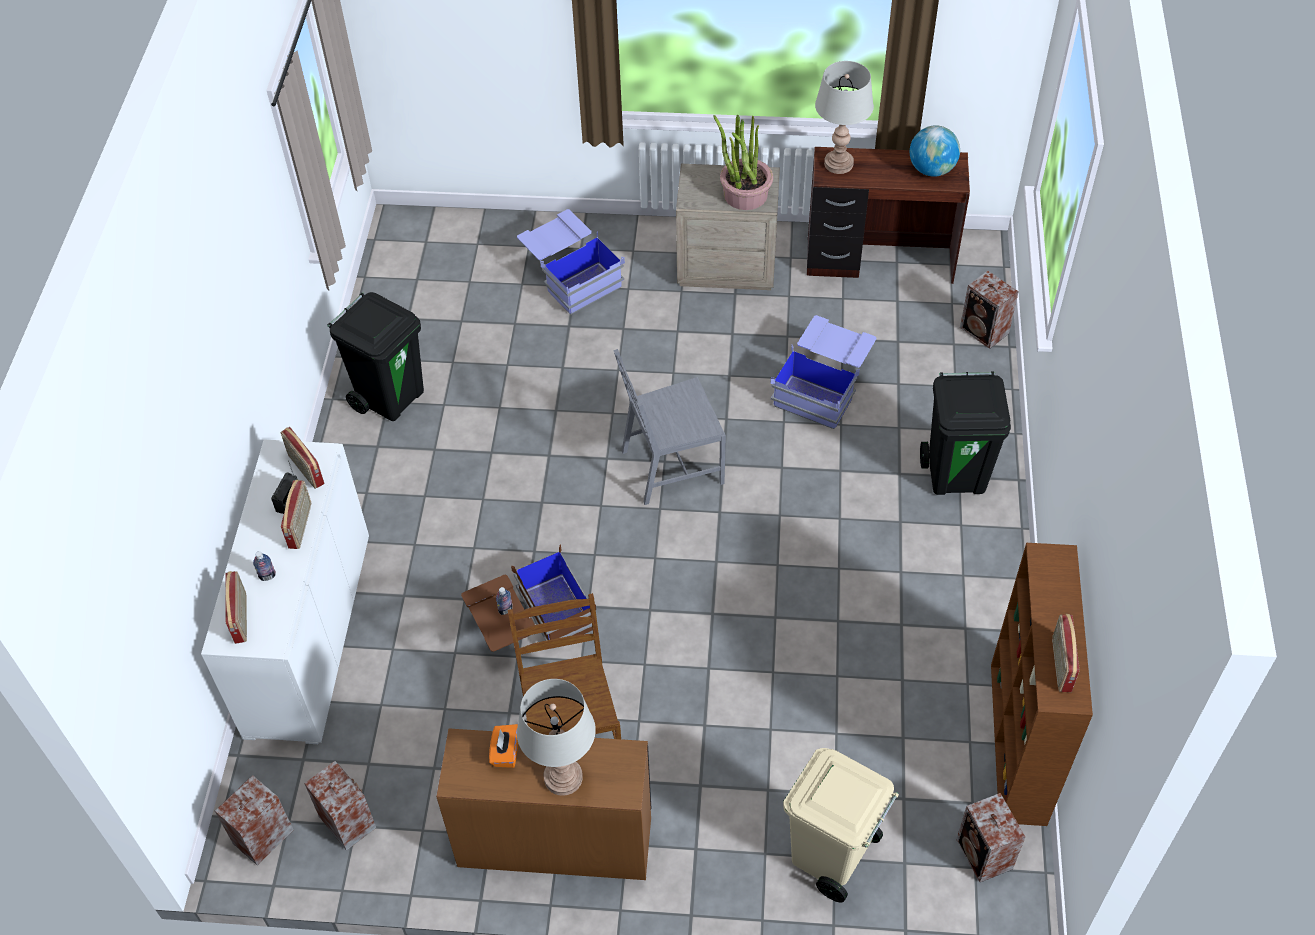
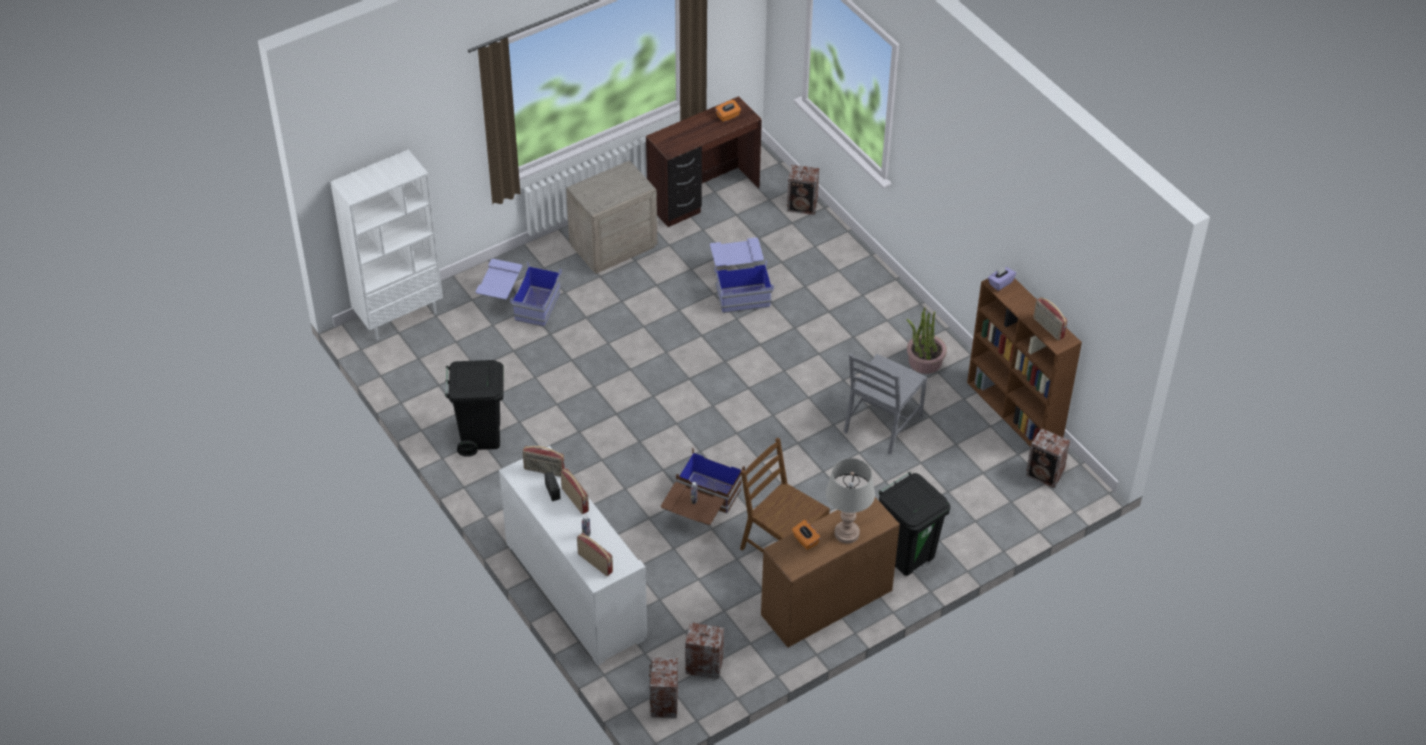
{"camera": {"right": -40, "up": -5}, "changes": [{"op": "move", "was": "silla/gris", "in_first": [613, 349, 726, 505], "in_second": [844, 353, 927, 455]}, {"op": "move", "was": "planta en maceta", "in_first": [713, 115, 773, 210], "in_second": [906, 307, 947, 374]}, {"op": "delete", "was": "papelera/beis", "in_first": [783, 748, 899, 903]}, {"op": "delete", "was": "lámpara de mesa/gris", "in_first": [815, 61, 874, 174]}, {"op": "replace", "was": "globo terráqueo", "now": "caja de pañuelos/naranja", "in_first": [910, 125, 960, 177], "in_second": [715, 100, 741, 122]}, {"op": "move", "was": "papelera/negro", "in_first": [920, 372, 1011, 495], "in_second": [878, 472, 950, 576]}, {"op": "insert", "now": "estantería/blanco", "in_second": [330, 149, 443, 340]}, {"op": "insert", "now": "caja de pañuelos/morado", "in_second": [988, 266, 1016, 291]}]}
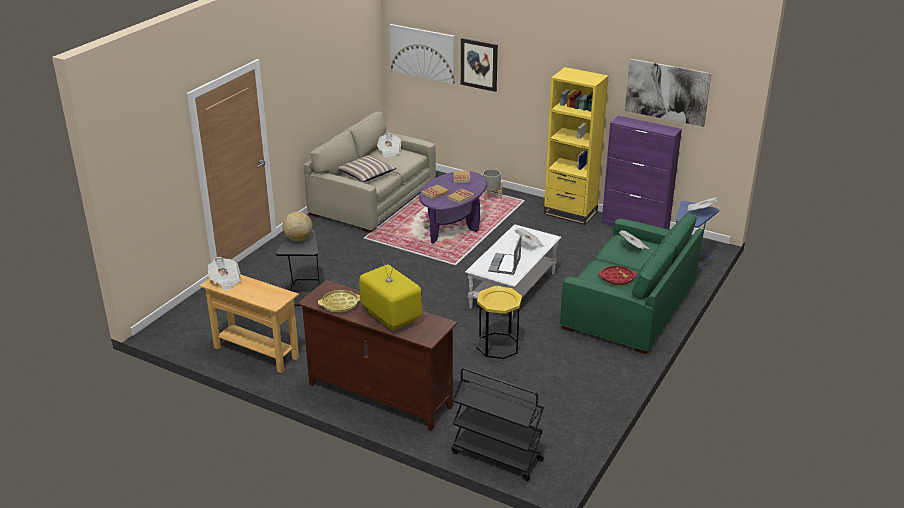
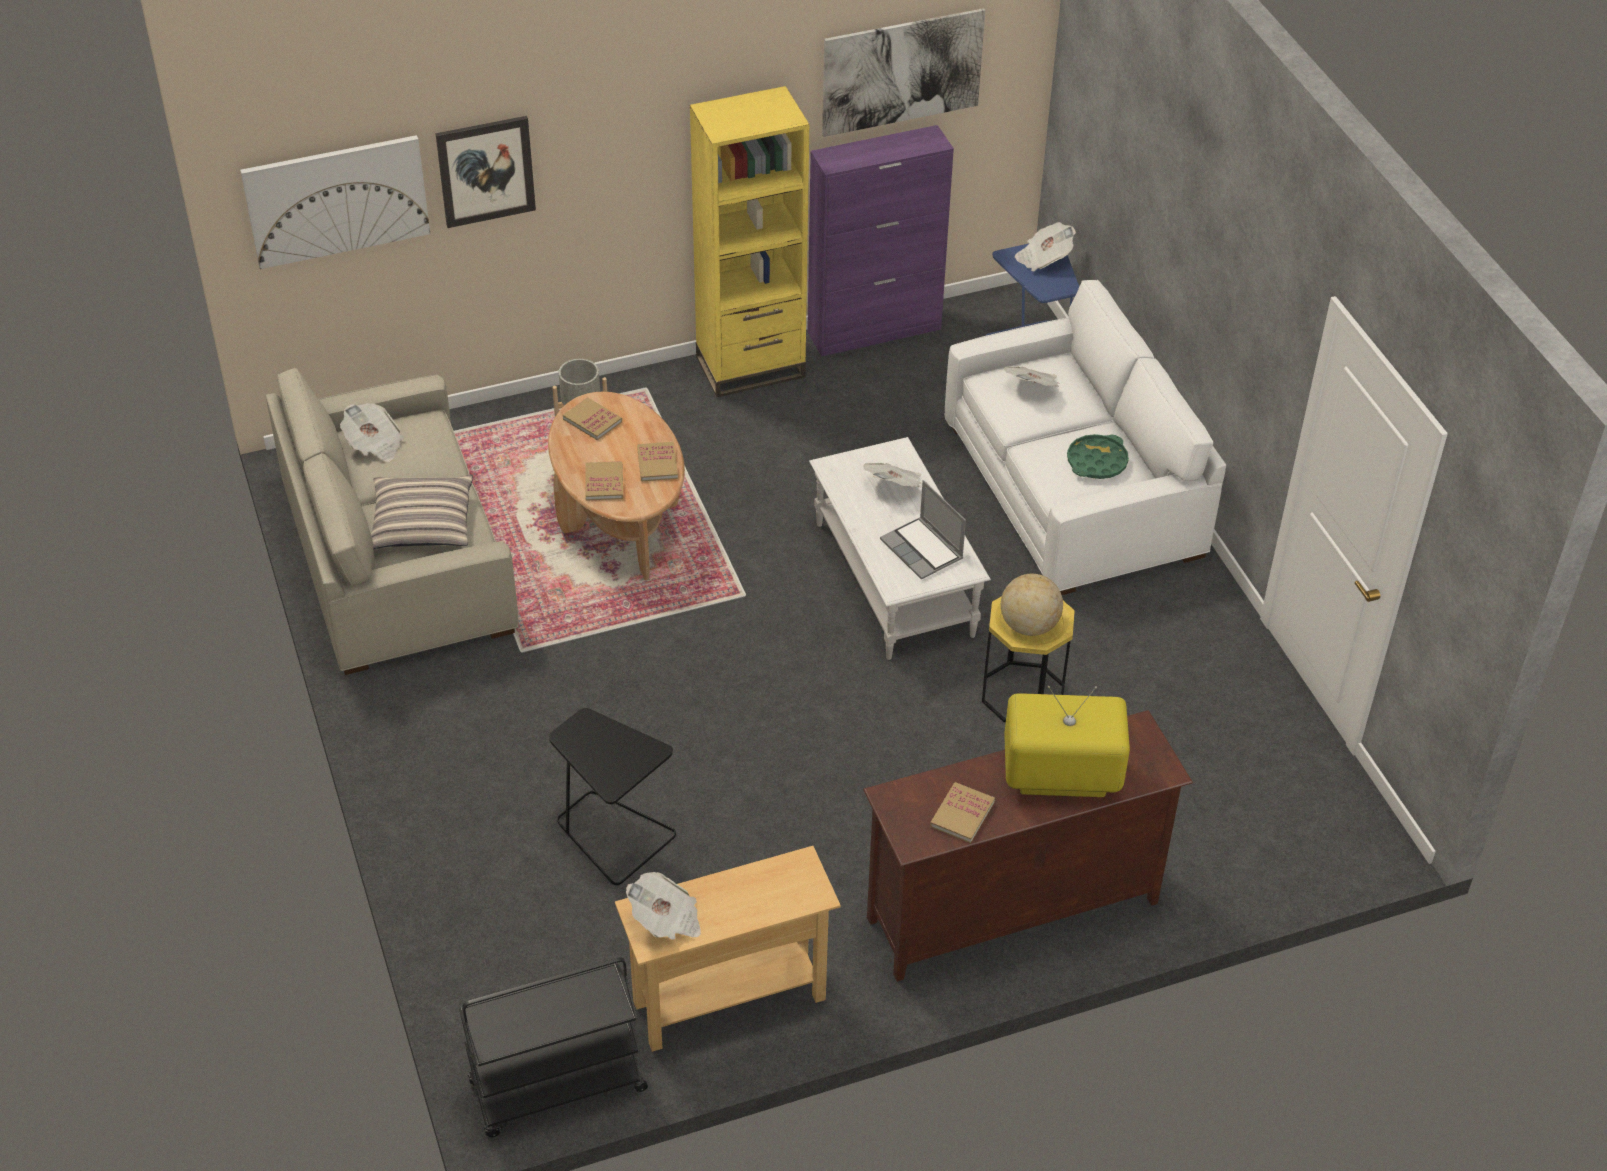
{"camera": {"right": -50, "up": 15}, "changes": [{"op": "move", "was": "globo terráqueo", "in_first": [283, 212, 312, 241], "in_second": [1001, 574, 1063, 636]}, {"op": "replace", "was": "bandeja/amarillo", "now": "libro", "in_first": [318, 290, 360, 312], "in_second": [930, 782, 995, 843]}, {"op": "recolor", "was": "mesa de centro/morado", "now": "mesa de centro/marrón", "in_first": [419, 171, 487, 244], "in_second": [548, 392, 685, 580]}, {"op": "move", "was": "carrito/negro", "in_first": [451, 368, 544, 481], "in_second": [459, 957, 648, 1137]}, {"op": "recolor", "was": "sofá/verde", "now": "sofá/blanco", "in_first": [560, 213, 703, 354], "in_second": [944, 280, 1226, 595]}, {"op": "recolor", "was": "bandeja/rojo", "now": "bandeja/verde", "in_first": [599, 266, 637, 285], "in_second": [1067, 434, 1129, 479]}]}
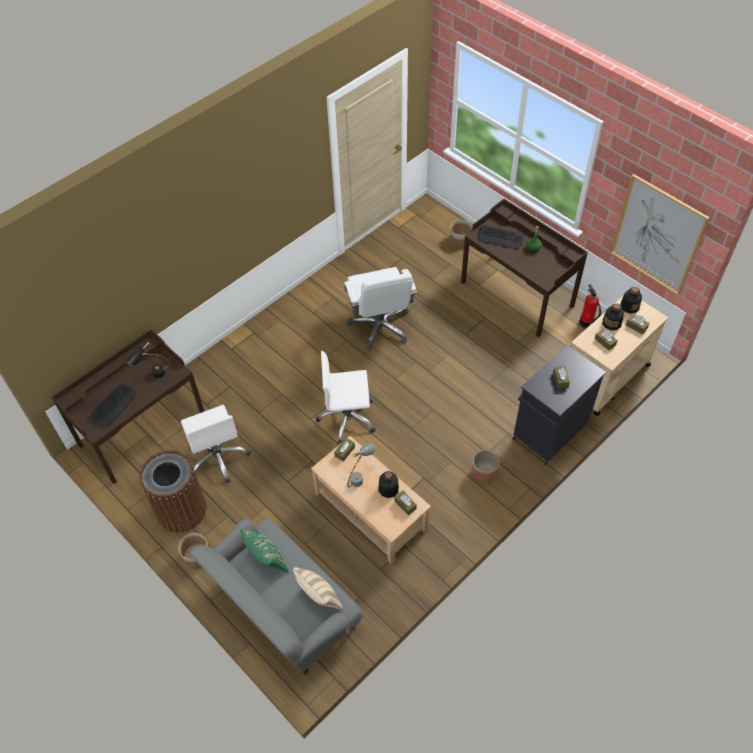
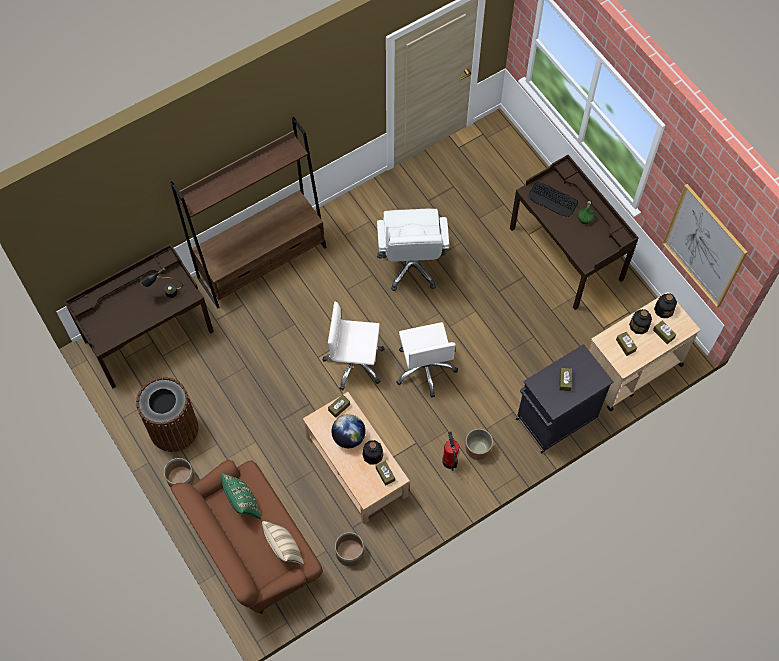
{"camera": {"right": 10, "up": 10}, "changes": [{"op": "delete", "was": "teclado", "in_first": [89, 384, 137, 428]}, {"op": "move", "was": "silla de oficina/blanco", "in_first": [181, 405, 251, 483], "in_second": [396, 322, 458, 398]}, {"op": "recolor", "was": "sofá/gris", "now": "sofá/marrón", "in_first": [190, 518, 363, 675], "in_second": [171, 460, 323, 614]}, {"op": "replace", "was": "lámpara de mesa/gris", "now": "globo terráqueo", "in_first": [347, 443, 375, 487], "in_second": [331, 414, 366, 448]}, {"op": "move", "was": "maceta", "in_first": [450, 220, 472, 248], "in_second": [335, 532, 364, 566]}, {"op": "move", "was": "extintor", "in_first": [579, 284, 601, 328], "in_second": [442, 431, 459, 471]}, {"op": "insert", "now": "estantería/marrón", "in_second": [170, 117, 326, 308]}]}
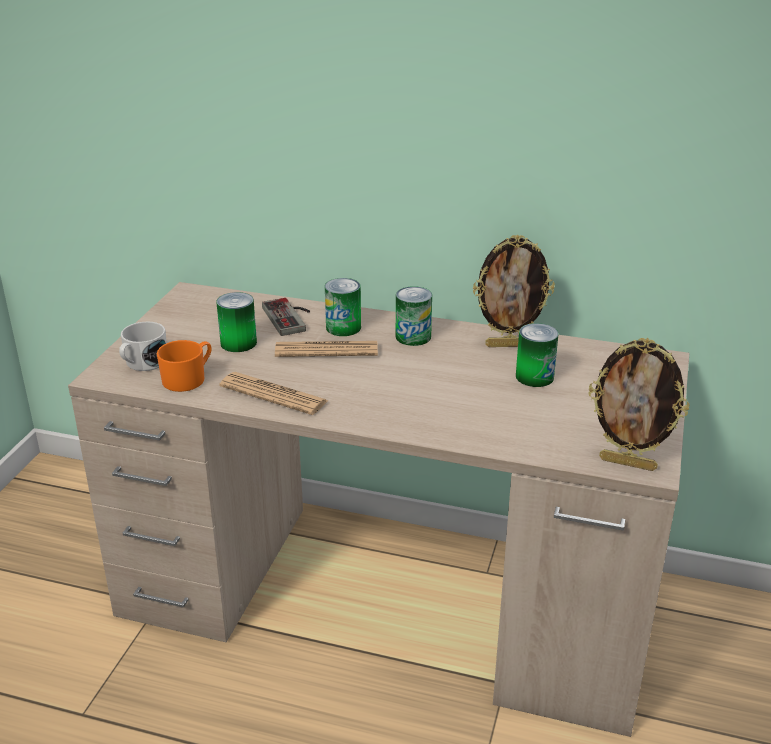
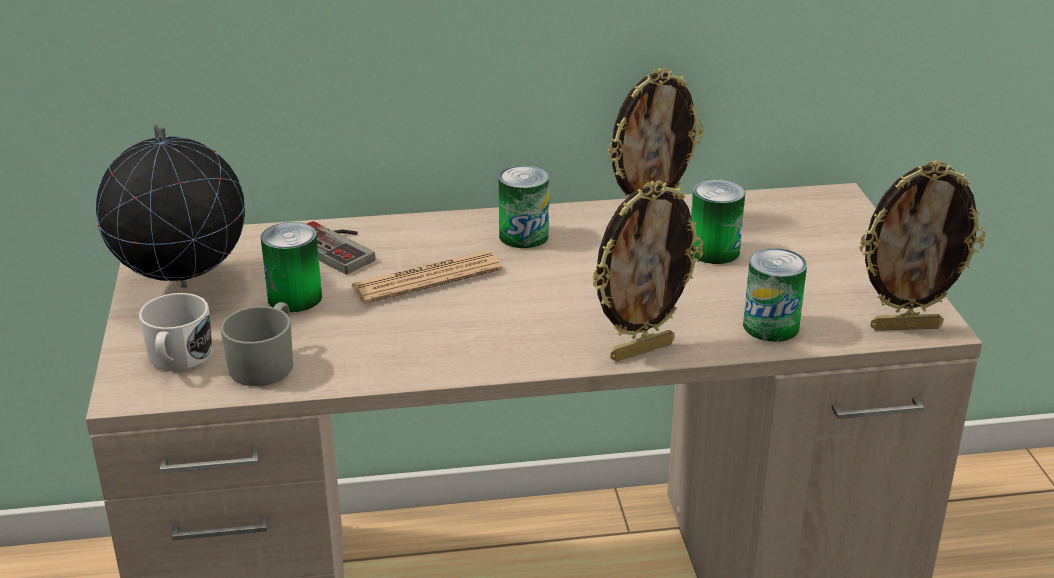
{"camera": {"right": -25, "up": 0}, "changes": [{"op": "recolor", "was": "taza grande/naranja", "now": "taza grande/gris", "in_first": [157, 340, 212, 392], "in_second": [220, 302, 293, 386]}, {"op": "delete", "was": "periódico", "in_first": [219, 372, 329, 415]}, {"op": "move", "was": "lata", "in_first": [325, 278, 361, 336], "in_second": [743, 248, 807, 342]}, {"op": "insert", "now": "globo terráqueo", "in_second": [95, 124, 245, 288]}, {"op": "insert", "now": "portarretratos", "in_second": [592, 180, 703, 362]}]}
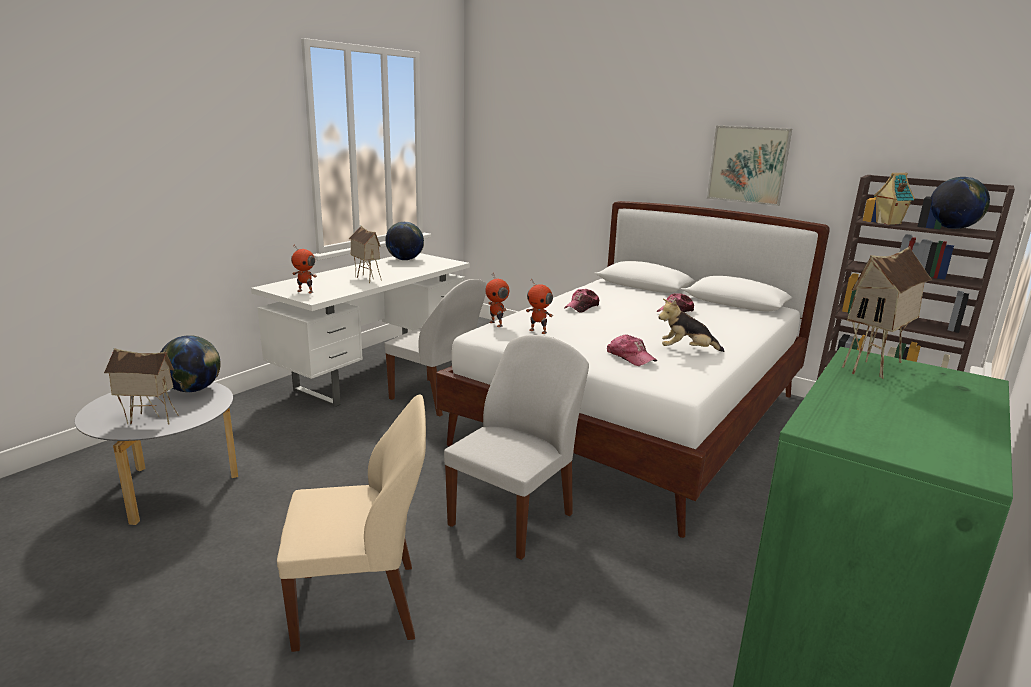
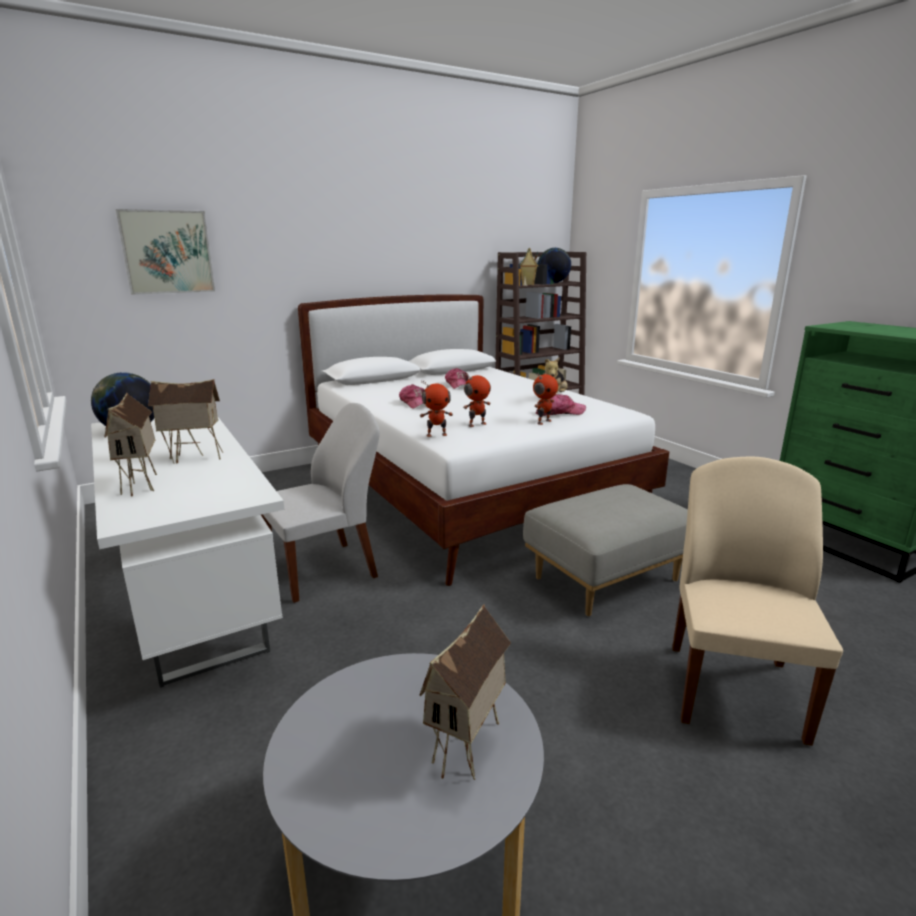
{"camera": {"right": -65, "up": 0}, "changes": [{"op": "delete", "was": "globo terráqueo", "in_first": [161, 335, 221, 392]}, {"op": "move", "was": "robot de juguete", "in_first": [291, 244, 317, 293], "in_second": [533, 372, 558, 425]}, {"op": "replace", "was": "silla/blanco", "now": "puf/gris", "in_first": [444, 335, 589, 560], "in_second": [523, 484, 688, 616]}, {"op": "move", "was": "cuadro", "in_first": [707, 126, 792, 206], "in_second": [116, 209, 215, 295]}, {"op": "move", "was": "casita", "in_first": [842, 246, 932, 379], "in_second": [104, 392, 157, 496]}]}
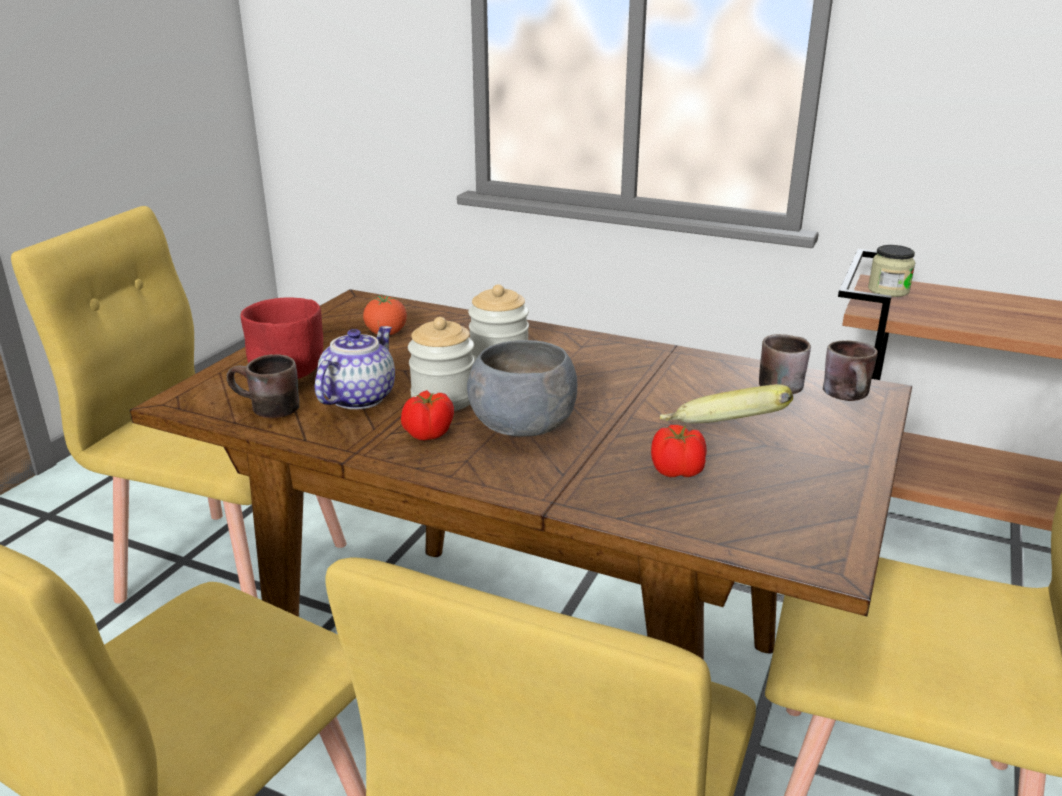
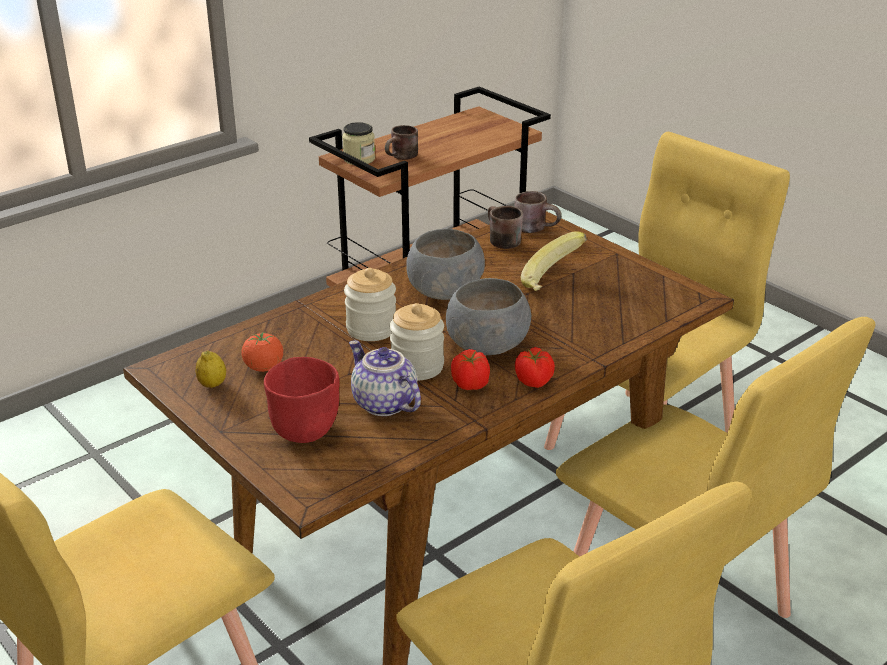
{"camera": {"right": -65, "up": 5}, "changes": [{"op": "move", "was": "taza grande/marrón", "in_first": [227, 354, 299, 418], "in_second": [385, 125, 418, 160]}, {"op": "move", "was": "tomate", "in_first": [651, 425, 707, 477], "in_second": [515, 347, 555, 388]}, {"op": "insert", "now": "limón", "in_second": [195, 350, 226, 388]}, {"op": "insert", "now": "cuenco/gris", "in_second": [406, 229, 485, 300]}]}
